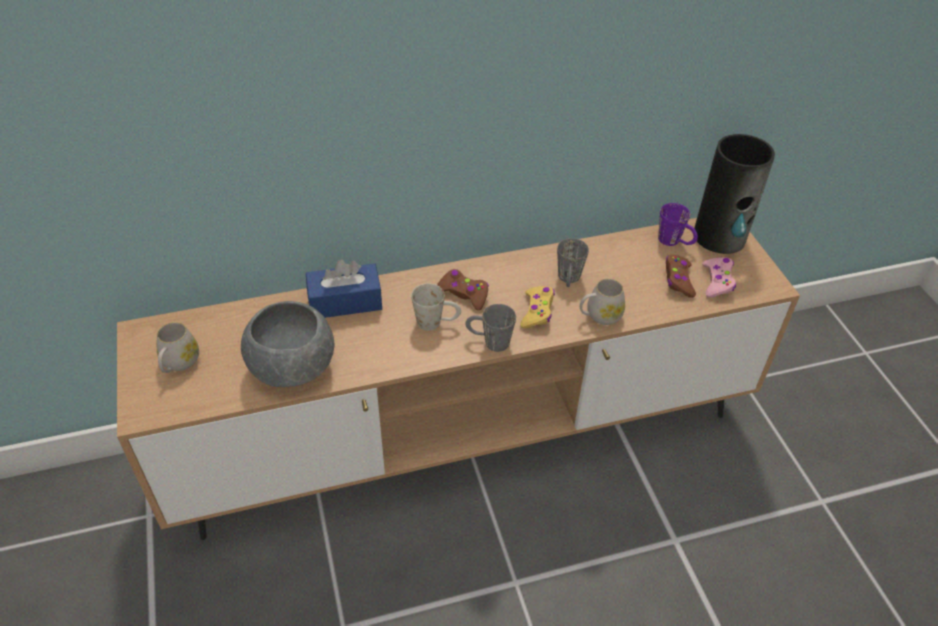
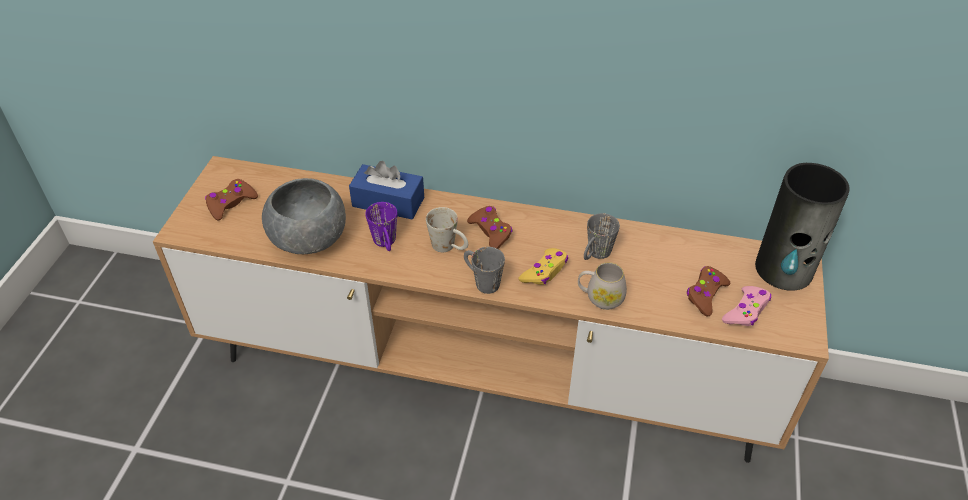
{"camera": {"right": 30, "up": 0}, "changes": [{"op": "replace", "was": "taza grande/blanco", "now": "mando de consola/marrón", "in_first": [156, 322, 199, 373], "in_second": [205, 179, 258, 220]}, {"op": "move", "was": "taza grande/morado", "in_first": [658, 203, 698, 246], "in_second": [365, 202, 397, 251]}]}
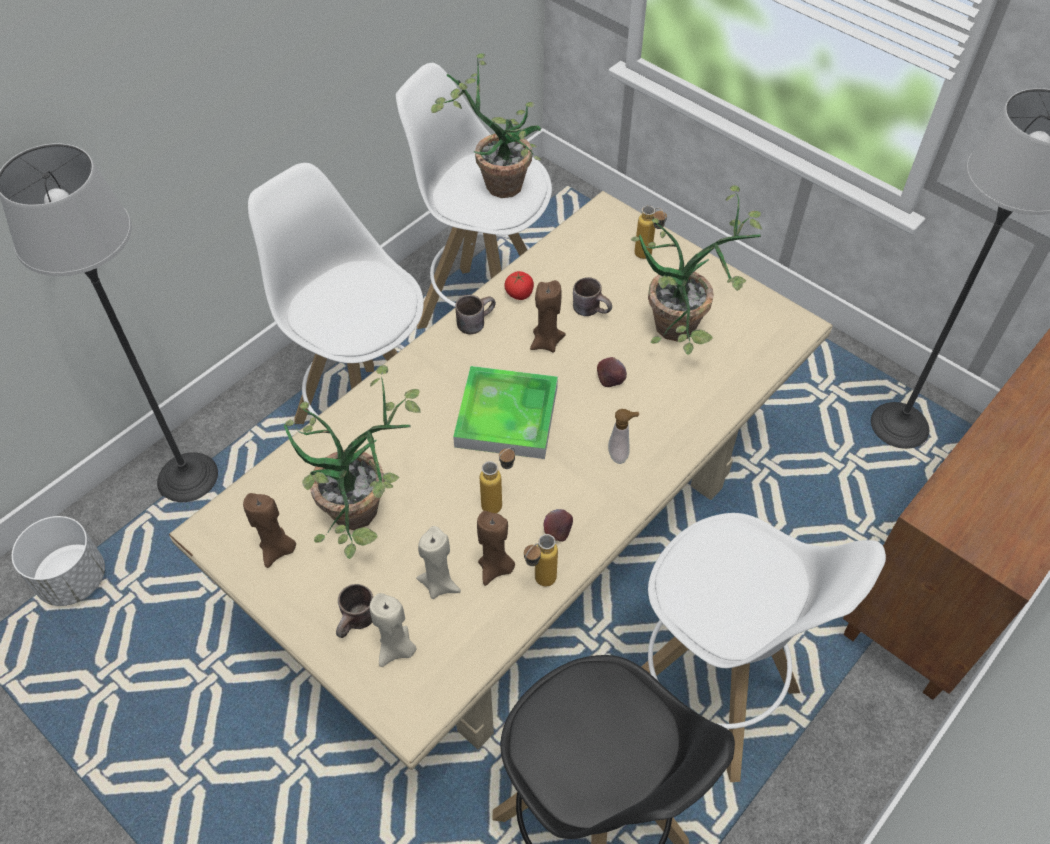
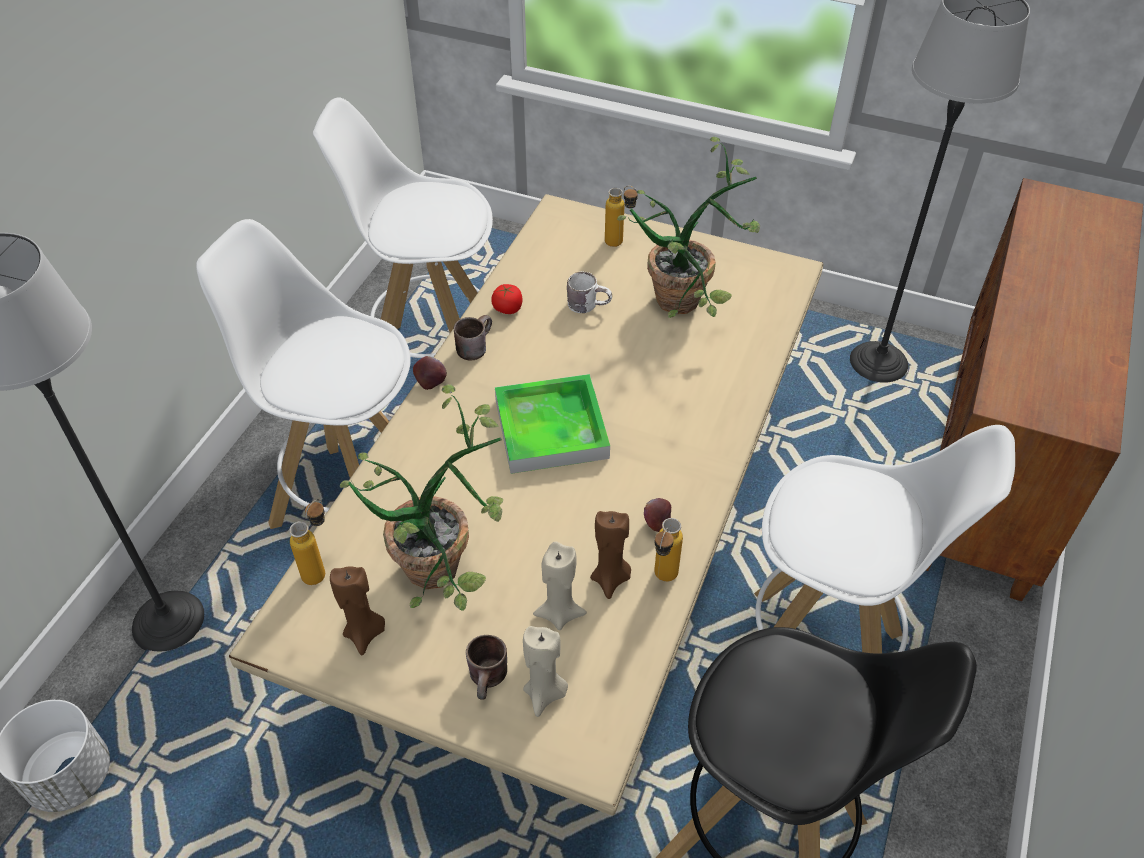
{"camera": {"right": -20, "up": -5}, "changes": [{"op": "delete", "was": "planta en maceta", "in_first": [431, 53, 541, 198]}, {"op": "move", "was": "botella", "in_first": [480, 448, 515, 513], "in_second": [289, 499, 325, 585]}, {"op": "delete", "was": "vela/marrón", "in_first": [530, 280, 566, 352]}, {"op": "recolor", "was": "taza grande/marrón", "now": "taza grande/blanco", "in_first": [573, 277, 612, 316], "in_second": [567, 272, 612, 313]}, {"op": "move", "was": "manzana", "in_first": [597, 357, 627, 387], "in_second": [413, 356, 447, 390]}, {"op": "delete", "was": "dispensador de jabón", "in_first": [608, 409, 639, 464]}]}
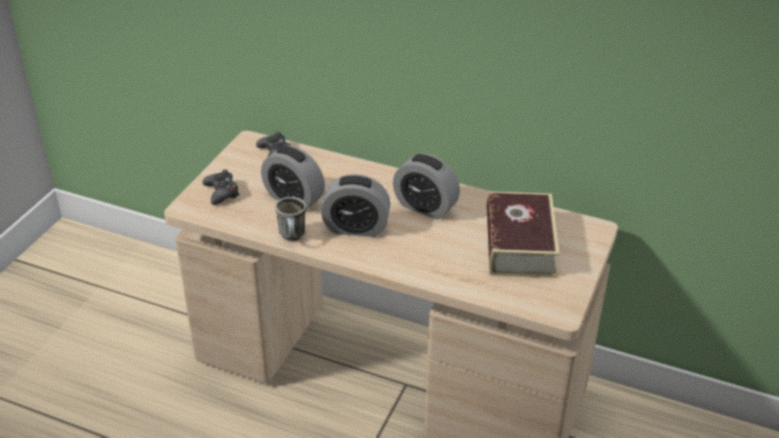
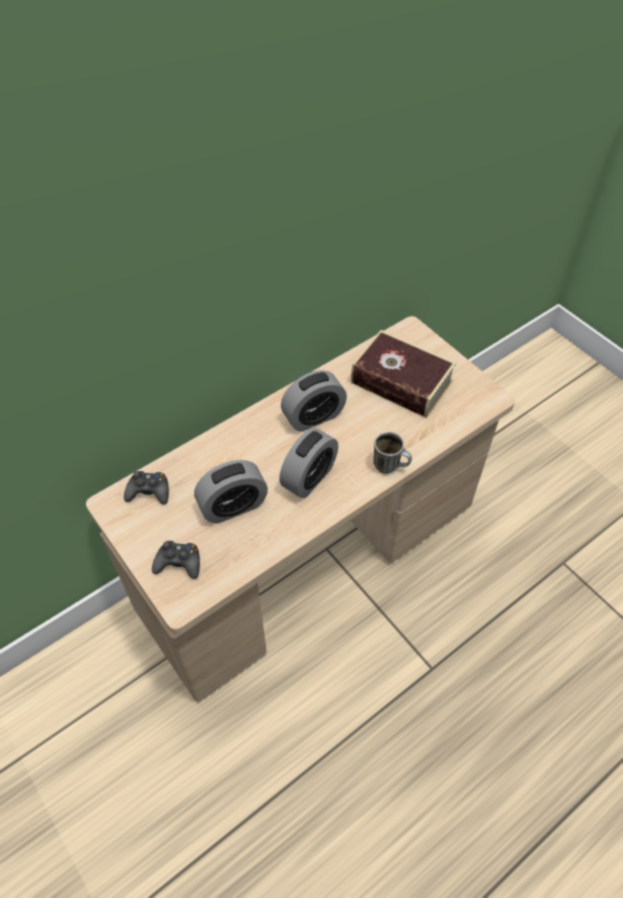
{"camera": {"right": -60, "up": 15}, "changes": [{"op": "move", "was": "taza grande", "in_first": [276, 197, 306, 241], "in_second": [373, 432, 412, 473]}]}
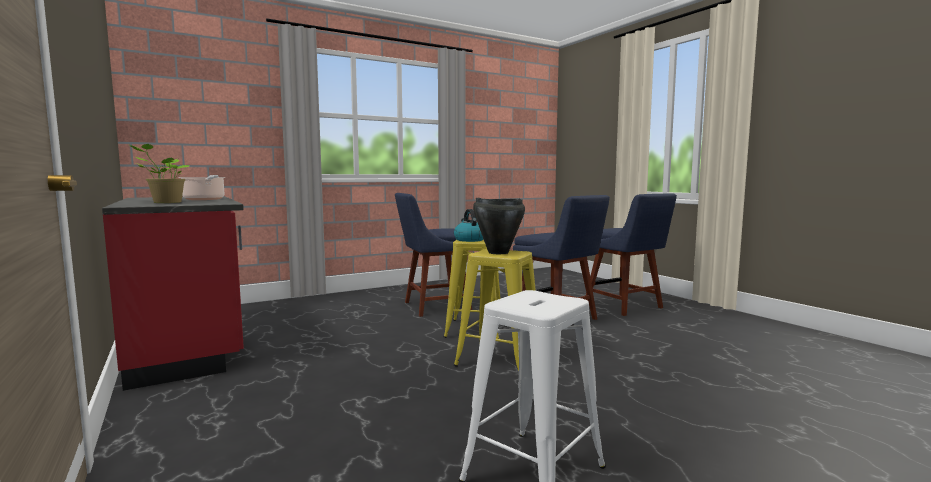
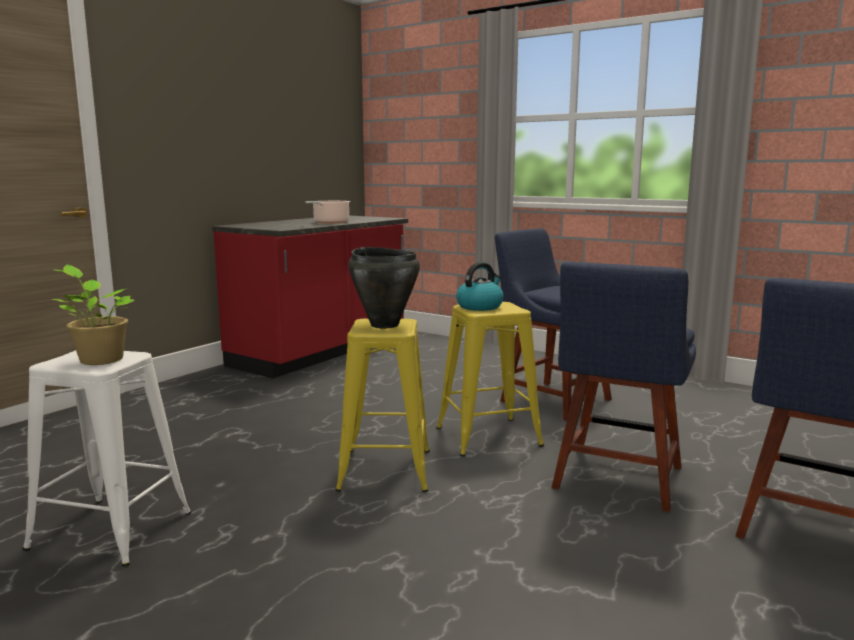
{"camera": {"right": 65, "up": 5}, "changes": [{"op": "move", "was": "planta en maceta", "in_first": [129, 144, 190, 203], "in_second": [52, 264, 135, 365]}]}
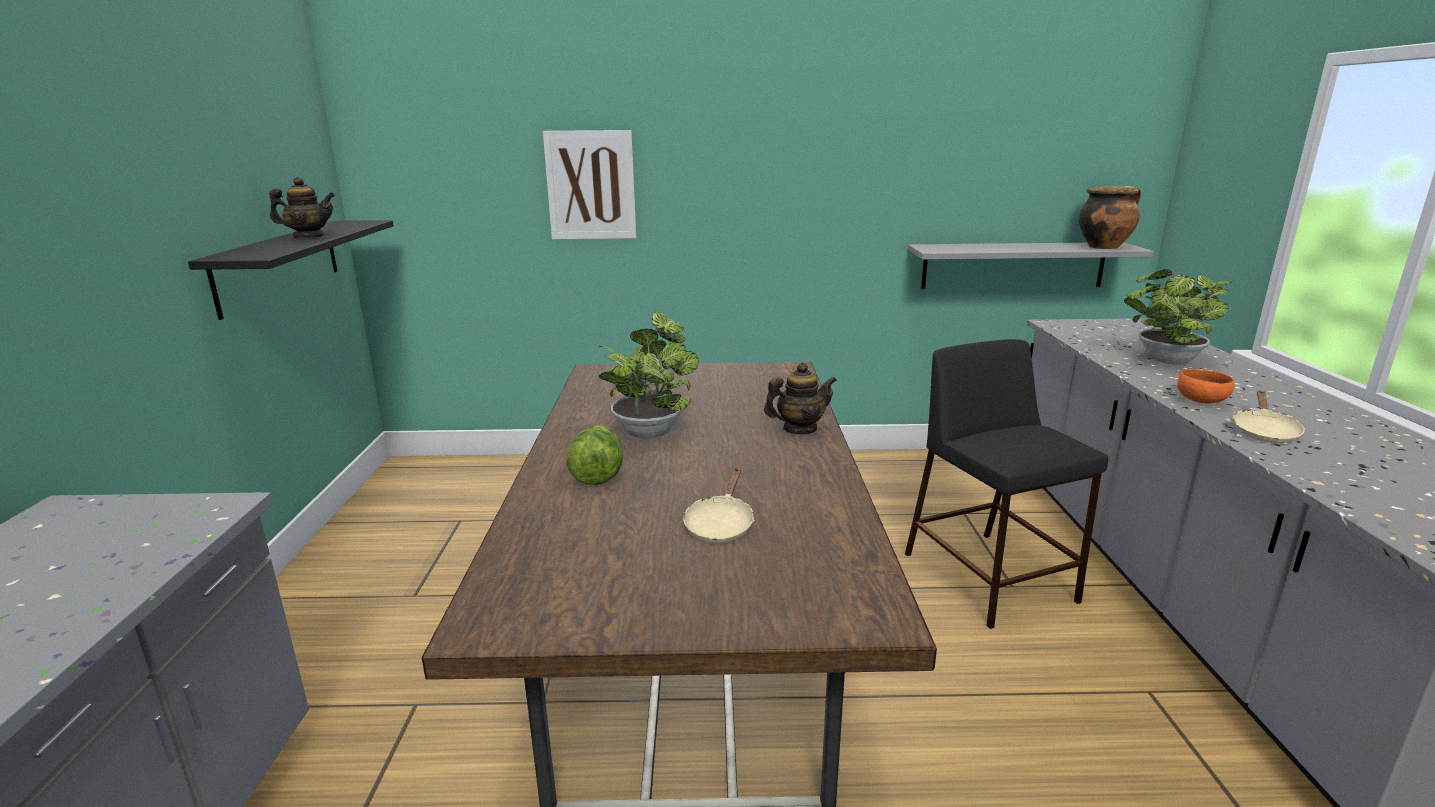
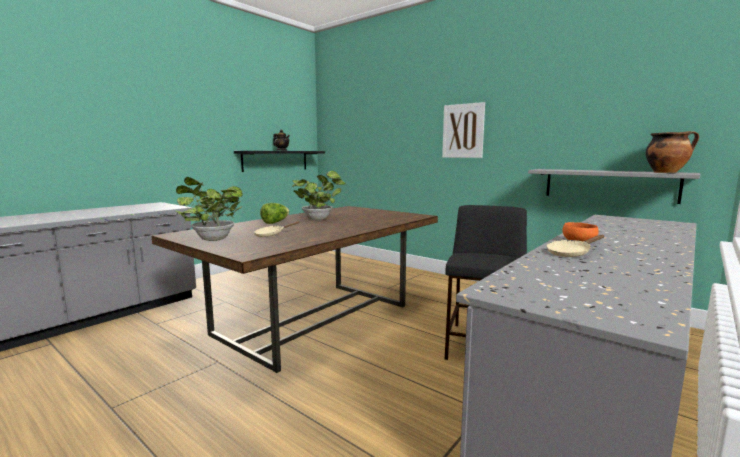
{"camera": {"right": 40, "up": -10}, "changes": [{"op": "move", "was": "cuadro", "in_first": [543, 130, 637, 239], "in_second": [442, 102, 485, 158]}, {"op": "delete", "was": "tetera", "in_first": [764, 362, 837, 434]}, {"op": "move", "was": "planta en maceta", "in_first": [1124, 269, 1232, 364], "in_second": [174, 177, 243, 241]}]}
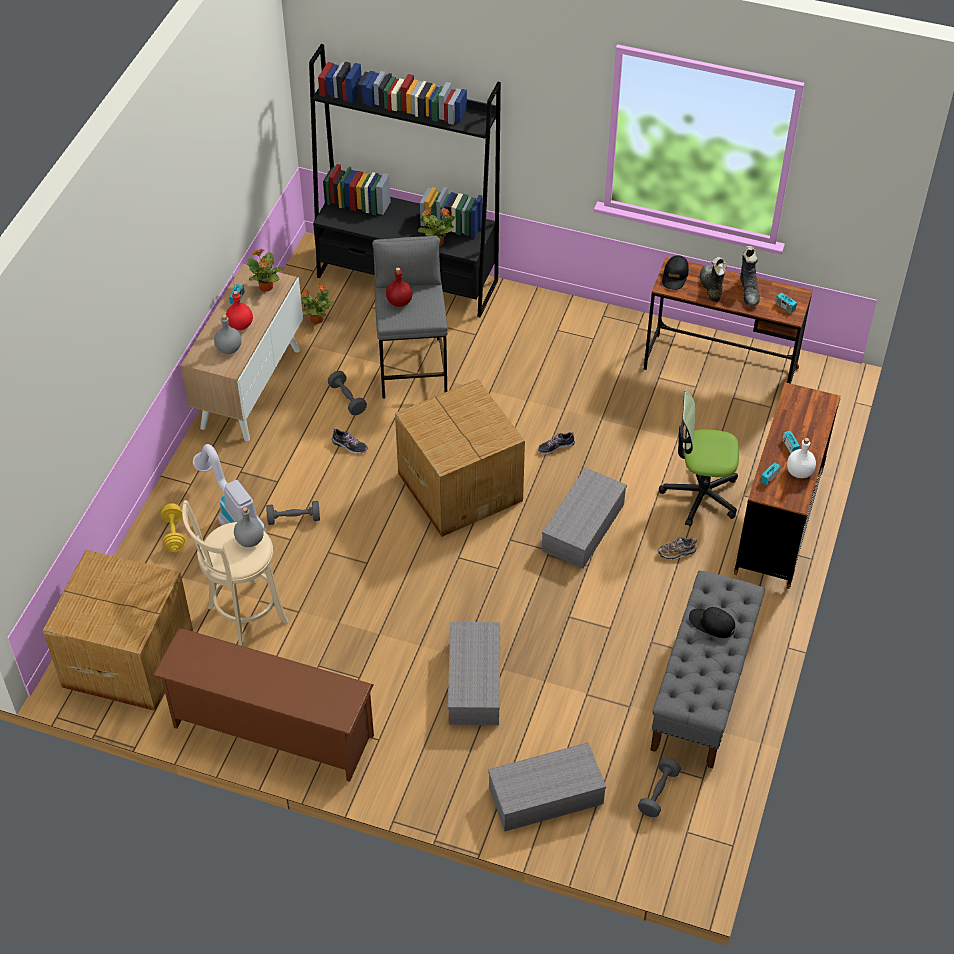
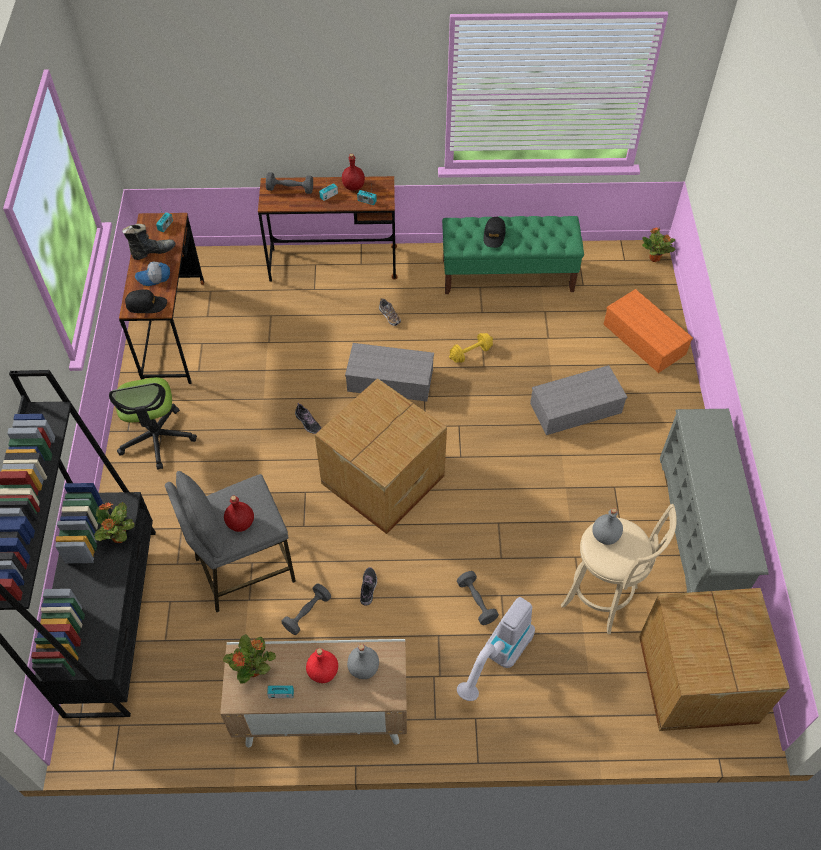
{"camera": {"right": -110, "up": 5}, "changes": [{"op": "recolor", "was": "zapatero/marrón", "now": "zapatero/gris", "in_first": [152, 628, 374, 782], "in_second": [660, 409, 768, 593]}, {"op": "move", "was": "mancuerna/amarillo", "in_first": [161, 503, 185, 552], "in_second": [449, 333, 493, 363]}, {"op": "move", "was": "planta en maceta", "in_first": [300, 285, 334, 324], "in_second": [642, 227, 675, 262]}, {"op": "recolor", "was": "caja de almacenaje/gris", "now": "caja de almacenaje/naranja", "in_first": [488, 742, 606, 832], "in_second": [603, 289, 693, 373]}, {"op": "move", "was": "mancuerna/gris", "in_first": [638, 758, 681, 817], "in_second": [266, 172, 313, 194]}, {"op": "recolor", "was": "banco/gris", "now": "banco/verde", "in_first": [650, 571, 765, 769], "in_second": [442, 216, 584, 294]}, {"op": "move", "was": "silla de oficina", "in_first": [659, 391, 739, 527], "in_second": [109, 377, 197, 470]}, {"op": "replace", "was": "bota/negro", "now": "gorra", "in_first": [700, 257, 727, 302], "in_second": [135, 262, 170, 286]}, {"op": "recolor", "was": "botella/blanco", "now": "botella/rojo", "in_first": [787, 438, 816, 478], "in_second": [342, 154, 365, 191]}]}
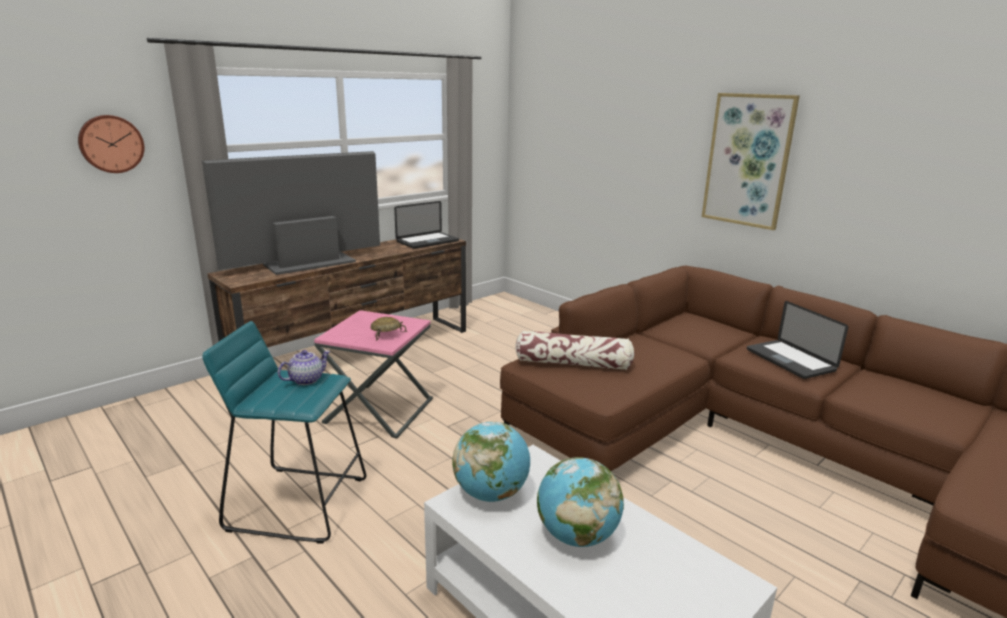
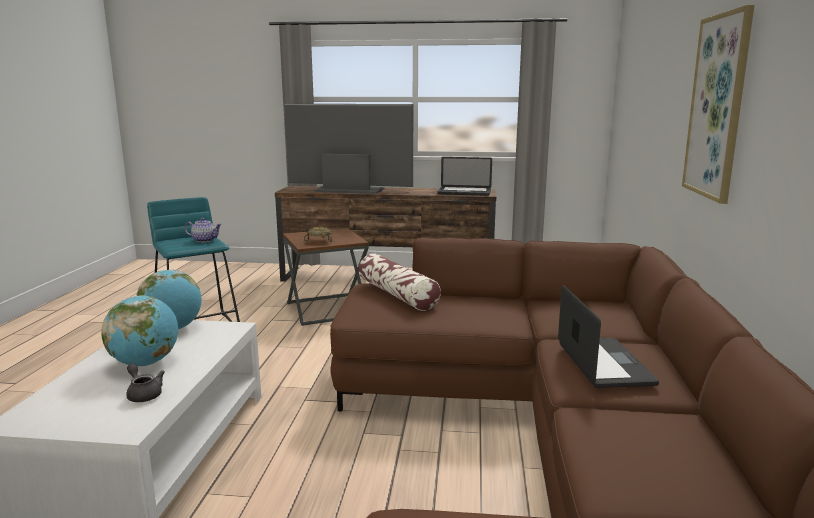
{"camera": {"right": 50, "up": -5}, "changes": [{"op": "delete", "was": "reloj de pared", "in_first": [78, 115, 144, 173]}, {"op": "recolor", "was": "mesa auxiliar/rosa", "now": "mesa auxiliar/marrón", "in_first": [314, 310, 433, 438], "in_second": [283, 228, 369, 326]}, {"op": "rotate", "was": "portátil", "in_first": [747, 301, 848, 379], "in_second": [558, 285, 659, 388], "clockwise": 150}, {"op": "insert", "now": "tetera/gris", "in_second": [126, 363, 165, 402]}]}
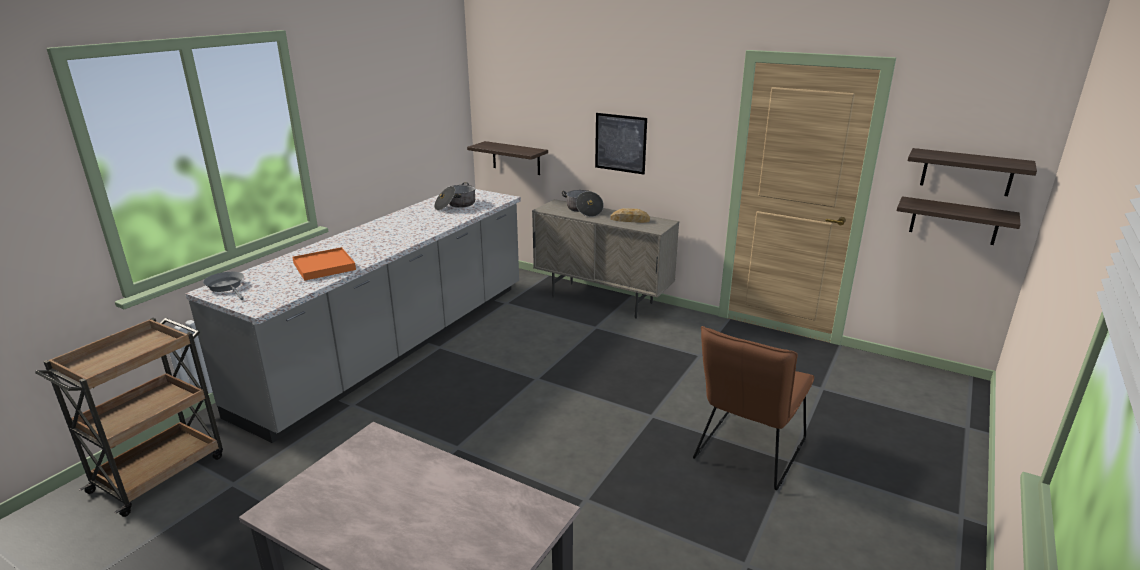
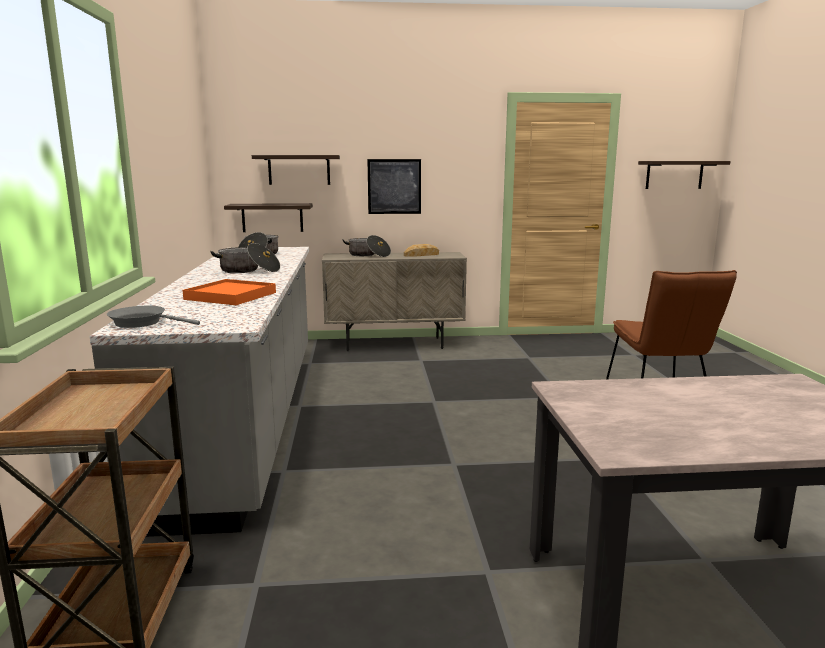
{"camera": {"right": -35, "up": -10}, "changes": [{"op": "move", "was": "estante", "in_first": [897, 196, 1021, 245], "in_second": [252, 155, 340, 185]}, {"op": "insert", "now": "olla", "in_second": [210, 243, 280, 273]}]}
